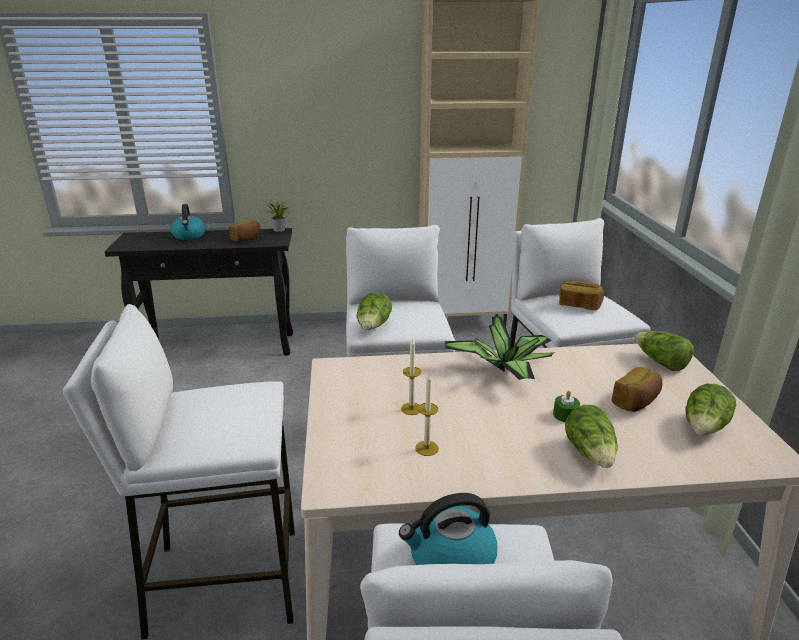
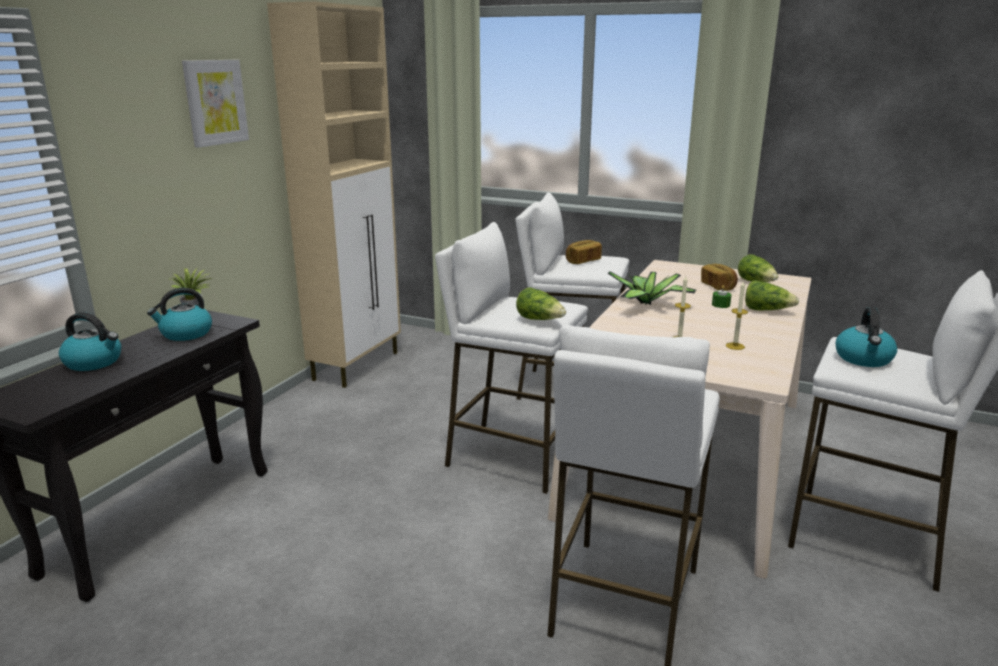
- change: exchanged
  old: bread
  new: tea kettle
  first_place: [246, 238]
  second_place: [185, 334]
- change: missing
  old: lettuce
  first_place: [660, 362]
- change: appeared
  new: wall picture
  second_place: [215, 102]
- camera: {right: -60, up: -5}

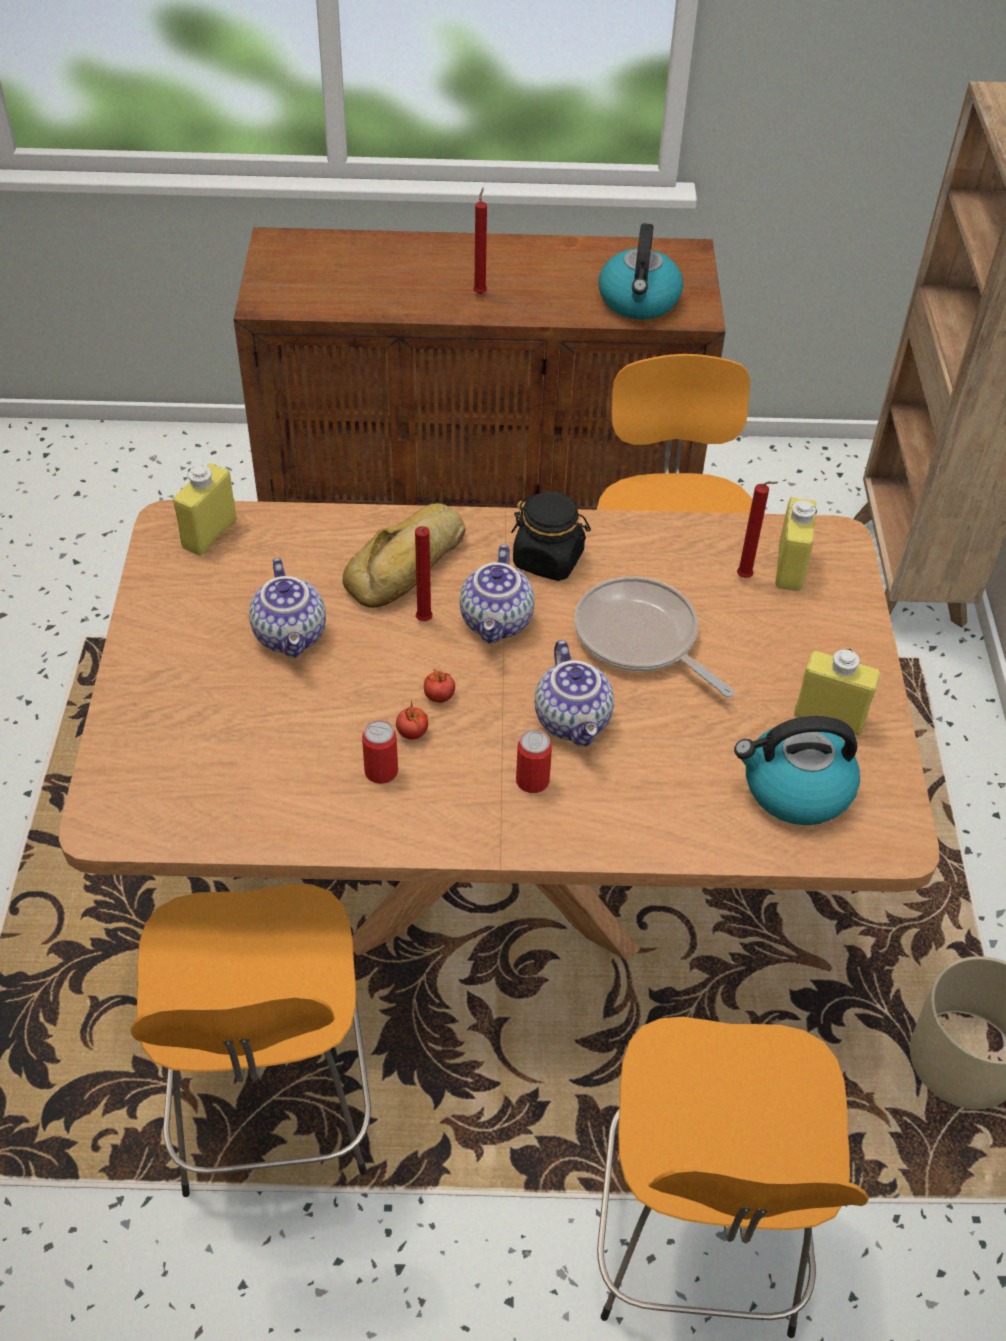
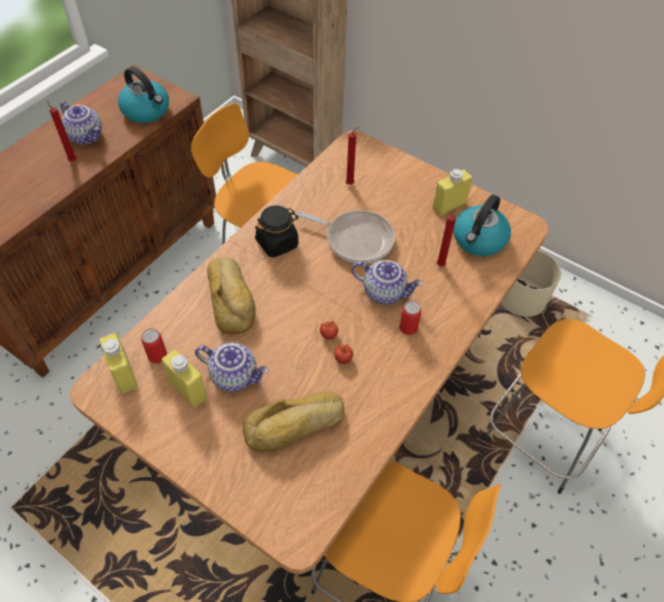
- change: relocated
  old: metal can
  first_place: [381, 771]
  second_place: [157, 355]
- change: relocated
  old: wax candle (red-coloured)
  first_place: [423, 622]
  second_place: [442, 266]
- change: relocated
  old: teapot
  first_place: [498, 622]
  second_place: [87, 136]
- change: spun
  old: skillet
  first_place: [640, 638]
  second_place: [355, 239]
  degrees: -150
- change: relocated
  old: drink bottle (yellowish)
  first_place: [790, 568]
  second_place: [188, 390]
- change: appeared
  new: bread
  second_place: [295, 426]
- camera: {right: -55, up: 5}

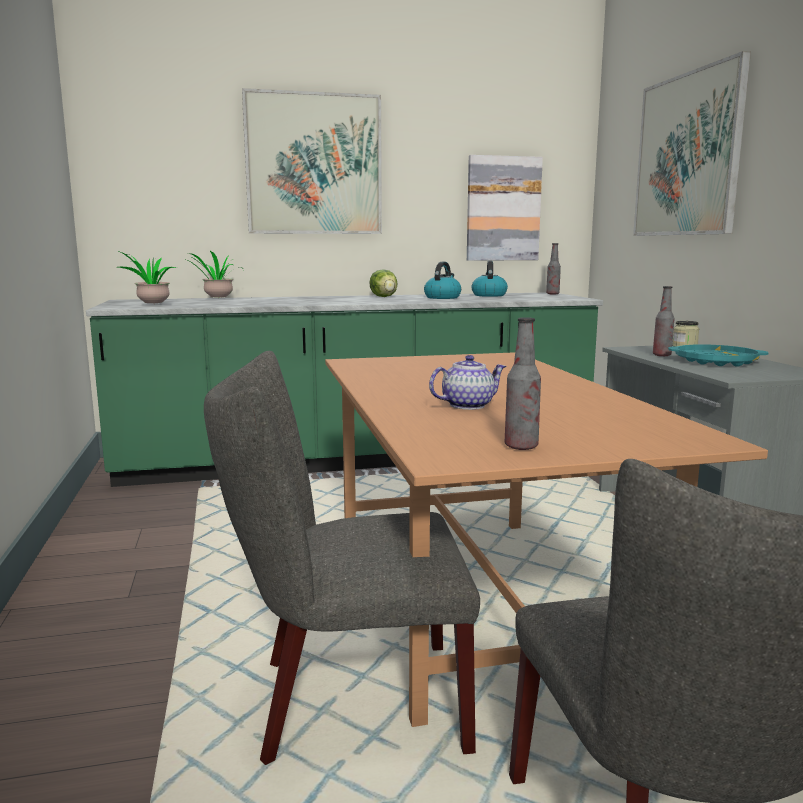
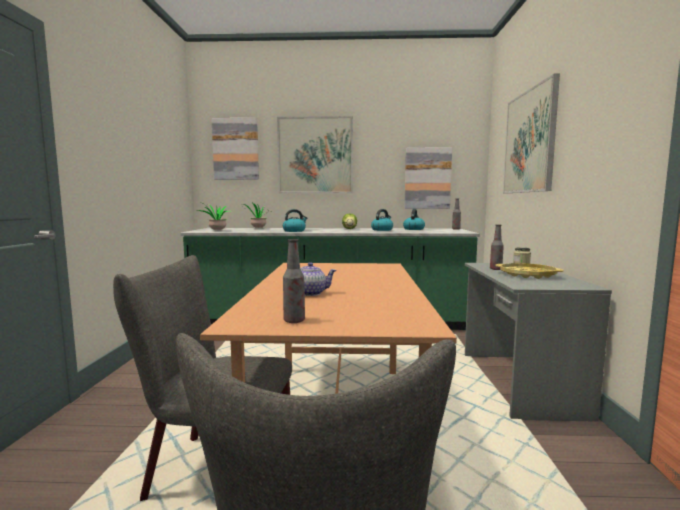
- change: colour
  old: tray (turquoise-coloured)
  new: tray (yellowish)
  first_place: [715, 361]
  second_place: [527, 275]
- change: appeared
  new: wall picture
  second_place: [235, 149]
- change: appeared
  new: tea kettle
  second_place: [294, 231]
- camera: {right: 15, up: -5}

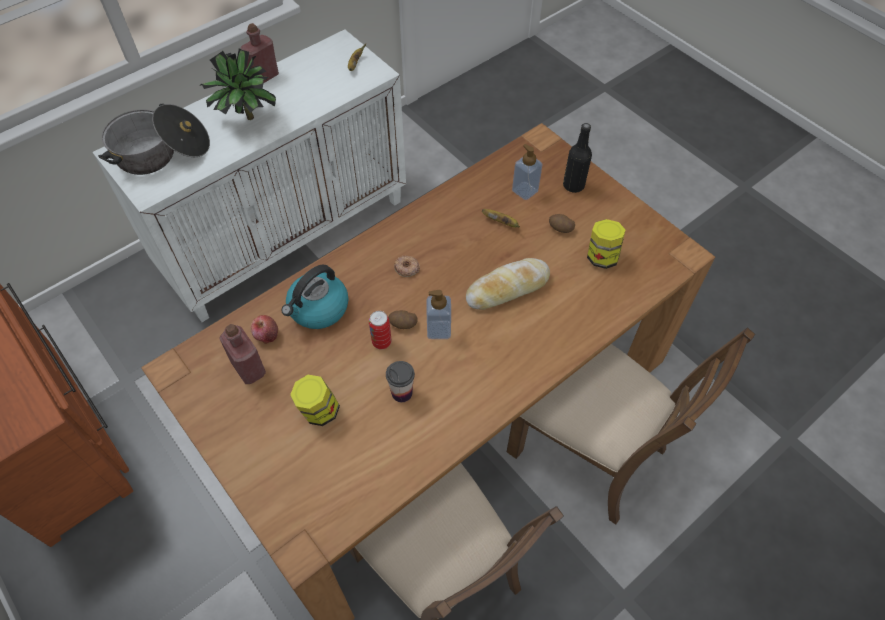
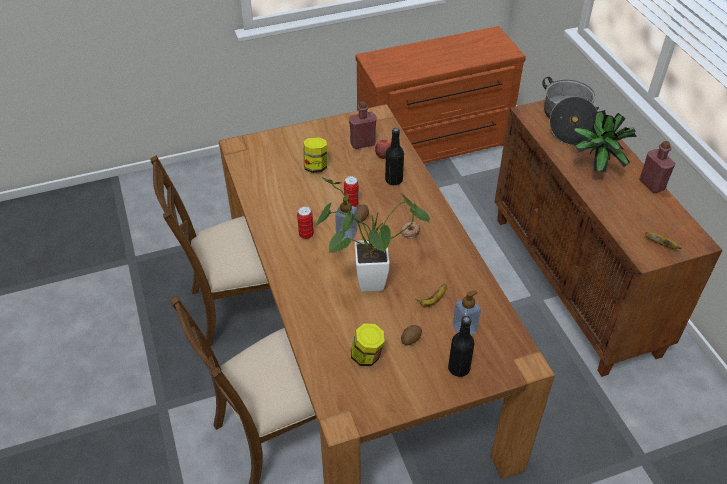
- change: colour
  old: cupboard (white)
  new: cupboard (brownish)
  first_place: [287, 235]
  second_place: [575, 284]
- change: exchanged
  old: tea kettle
  new: drink bottle (blackish)
  first_place: [318, 309]
  second_place: [394, 180]
- change: missing
  old: cup
  first_place: [402, 393]
- change: exchanged
  old: bread
  new: houseplant
  first_place: [507, 288]
  second_place: [364, 283]
- change: appeared
  new: metal can
  second_place: [306, 235]
- camera: {right: 110, up: -10}

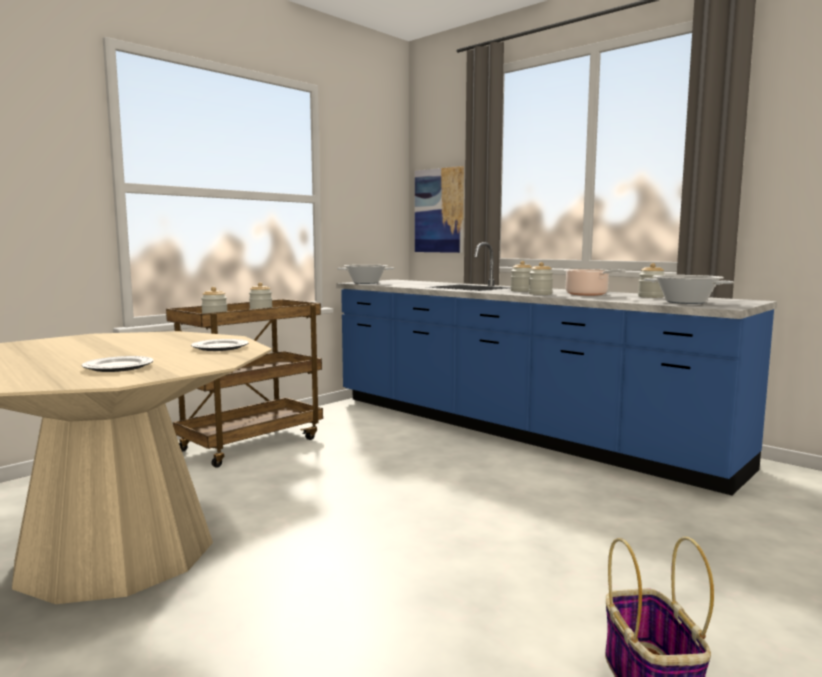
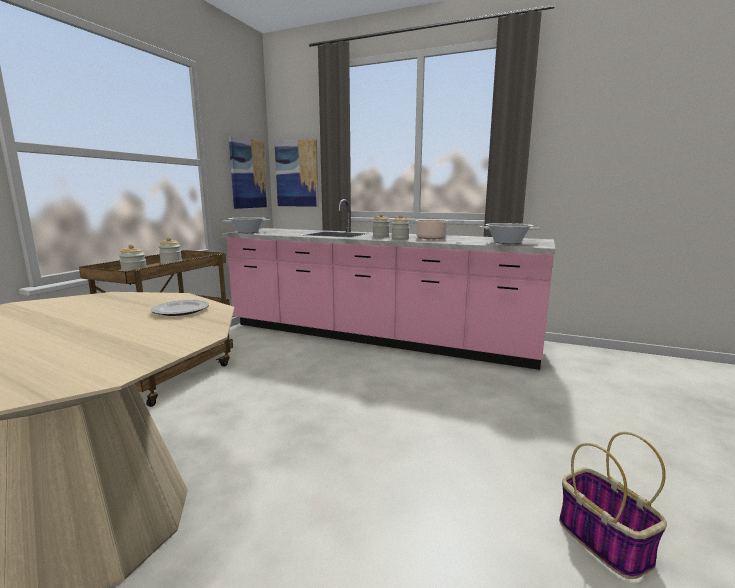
- change: missing
  old: plate
  first_place: [117, 367]
- change: colour
  old: kitchen base unit (blue)
  new: kitchen base unit (pink)
  first_place: [513, 430]
  second_place: [375, 337]
- change: missing
  old: preserve jar
  first_place: [650, 297]
- change: appeared
  new: wall picture
  second_place: [248, 174]
- camera: {right: -20, up: 5}

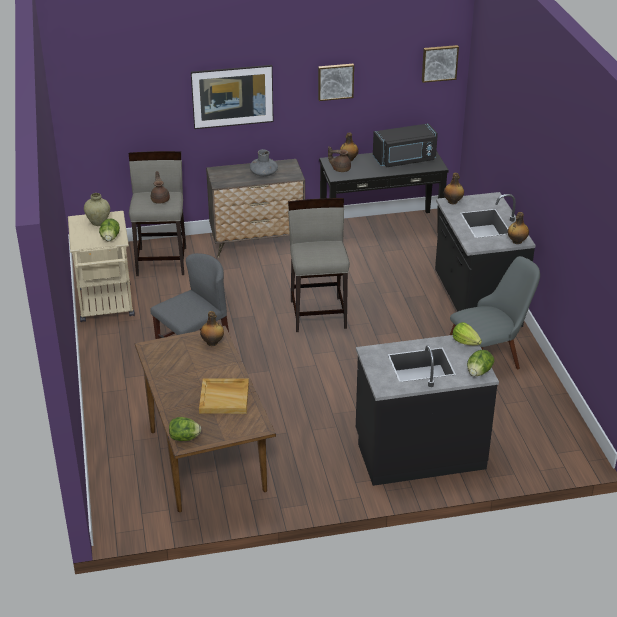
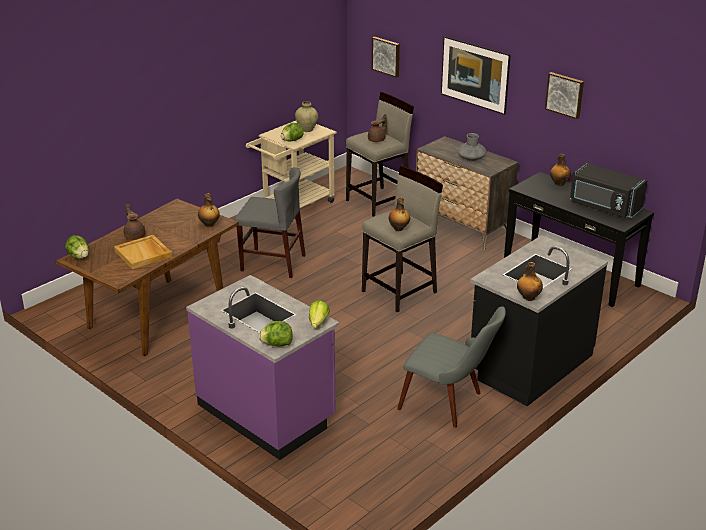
- change: relocated
  old: teapot (brownish)
  first_place: [340, 169]
  second_place: [135, 235]
- change: colour
  old: kitchen base unit (blackish)
  new: kitchen base unit (purplish)
  first_place: [419, 451]
  second_place: [267, 412]
- change: relocated
  old: wall picture
  first_place: [439, 63]
  second_place: [386, 56]
- change: relocated
  old: drink bottle
  first_place: [453, 202]
  second_place: [398, 229]
- camera: {right: 55, up: -5}

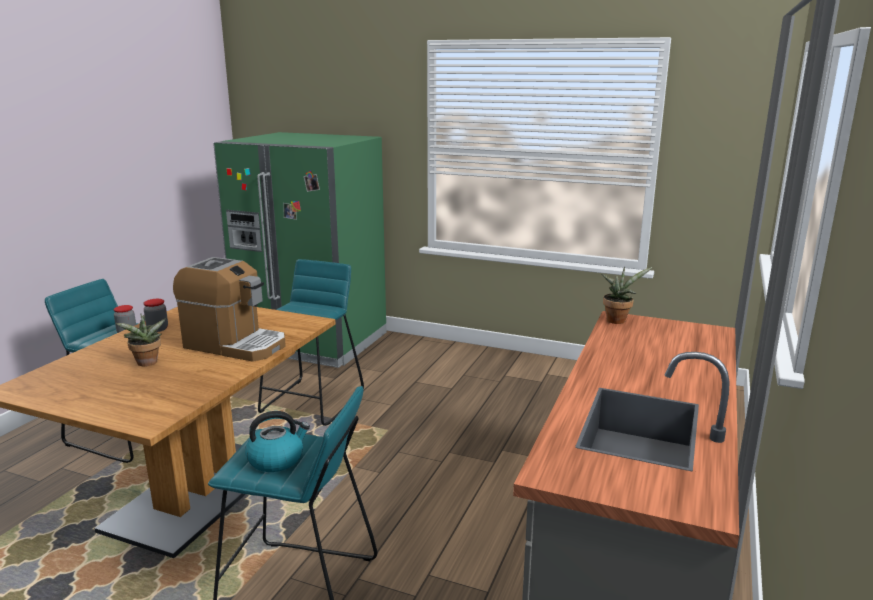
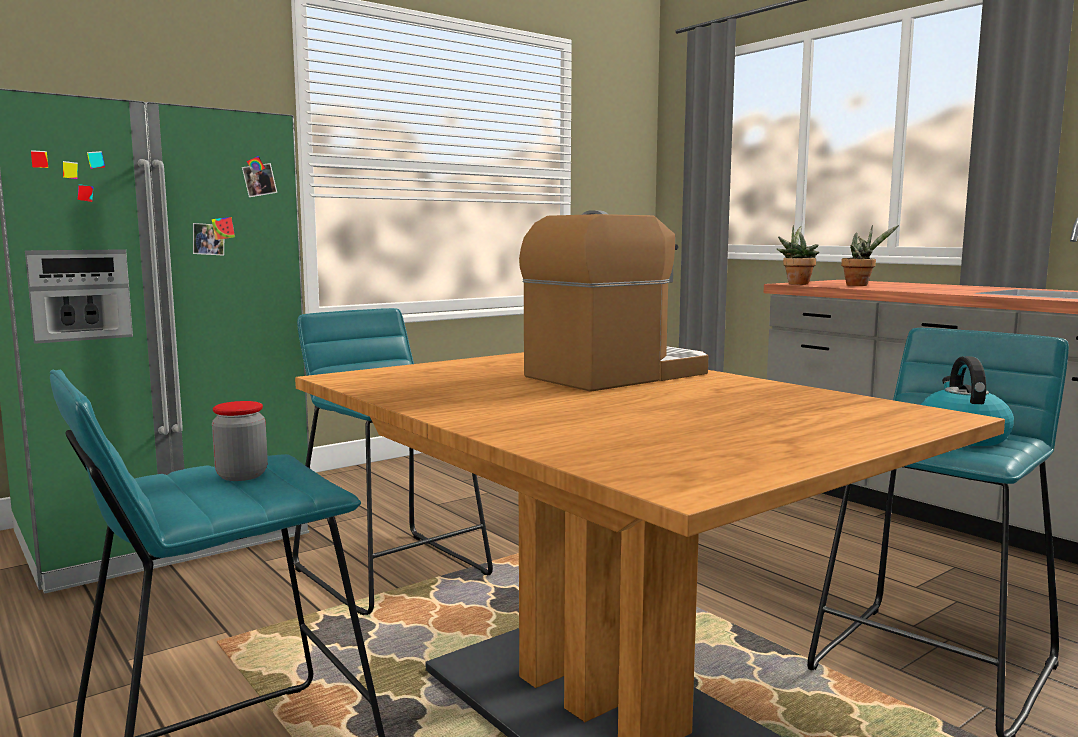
- change: relocated
  old: houseplant
  first_place: [147, 364]
  second_place: [860, 285]
- change: missing
  old: preserve jar
  first_place: [157, 329]
- camera: {right: -60, up: -10}

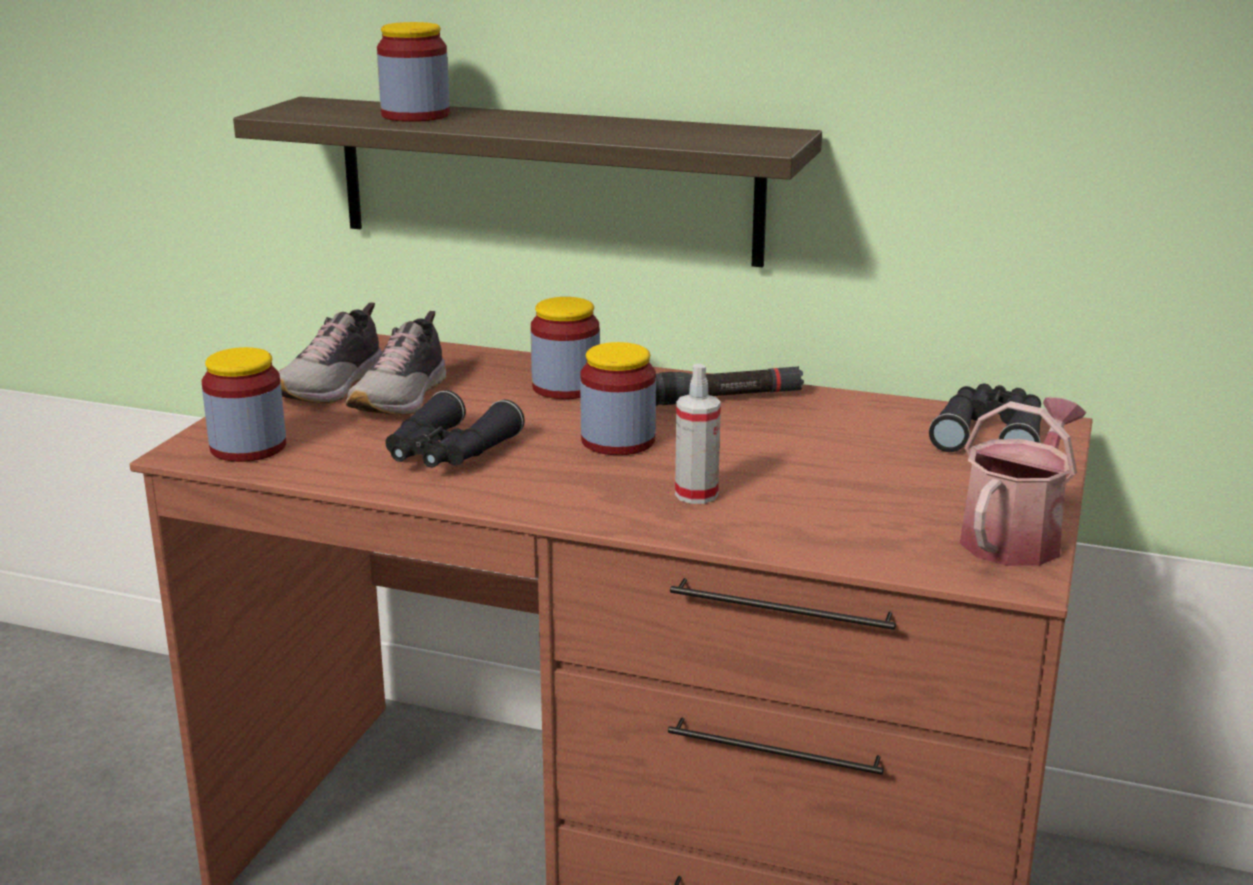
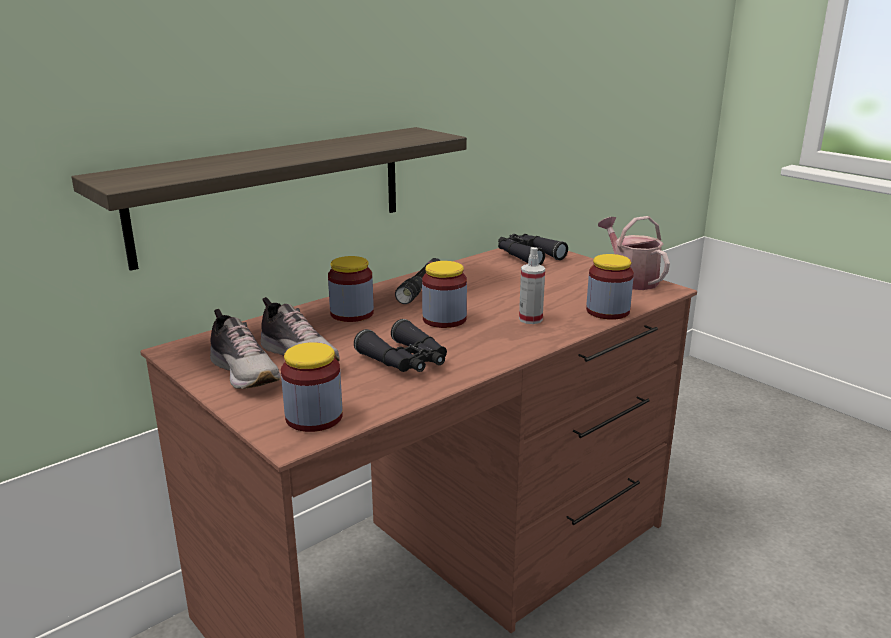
- change: relocated
  old: preserve jar
  first_place: [415, 115]
  second_place: [607, 311]
- camera: {right: -60, up: 0}

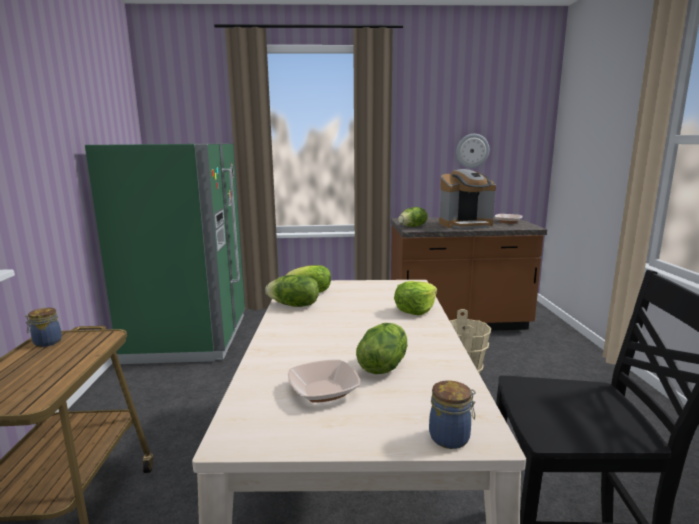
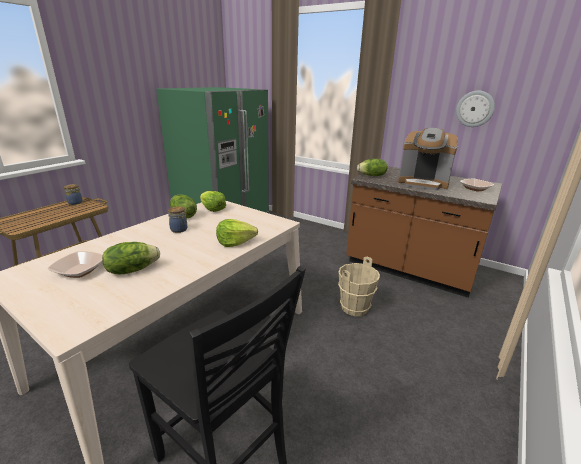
- change: relocated
  old: preserve jar
  first_place: [451, 437]
  second_place: [179, 230]
- camera: {right: 35, up: 10}

